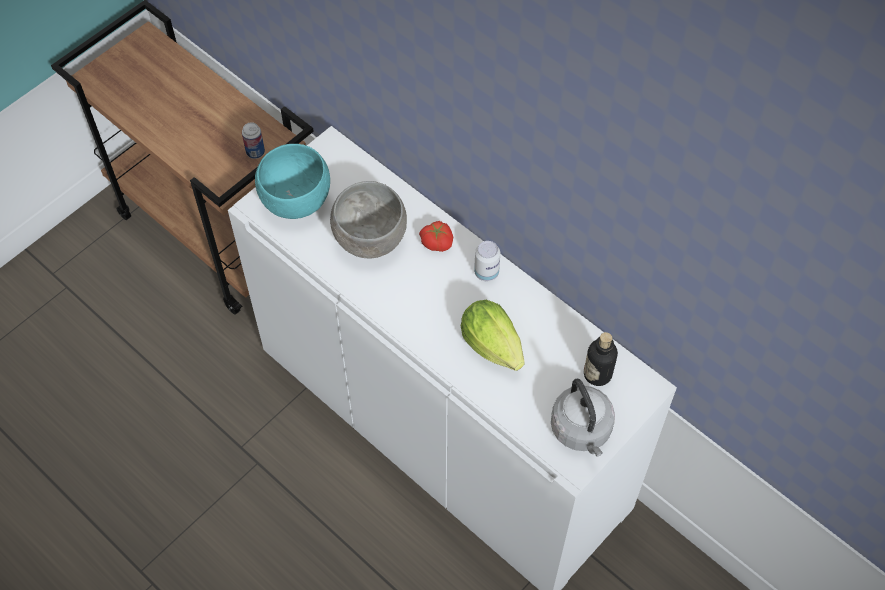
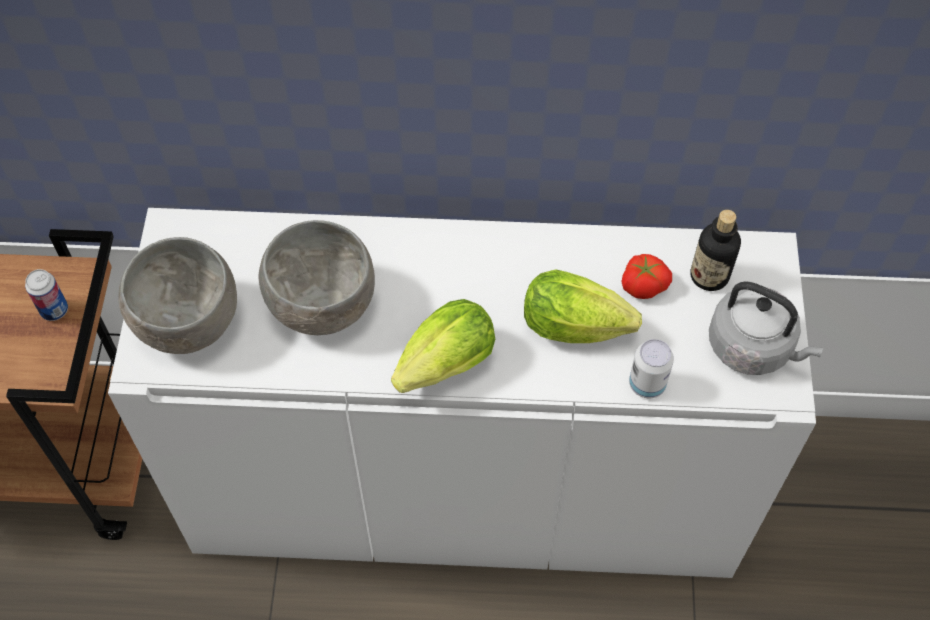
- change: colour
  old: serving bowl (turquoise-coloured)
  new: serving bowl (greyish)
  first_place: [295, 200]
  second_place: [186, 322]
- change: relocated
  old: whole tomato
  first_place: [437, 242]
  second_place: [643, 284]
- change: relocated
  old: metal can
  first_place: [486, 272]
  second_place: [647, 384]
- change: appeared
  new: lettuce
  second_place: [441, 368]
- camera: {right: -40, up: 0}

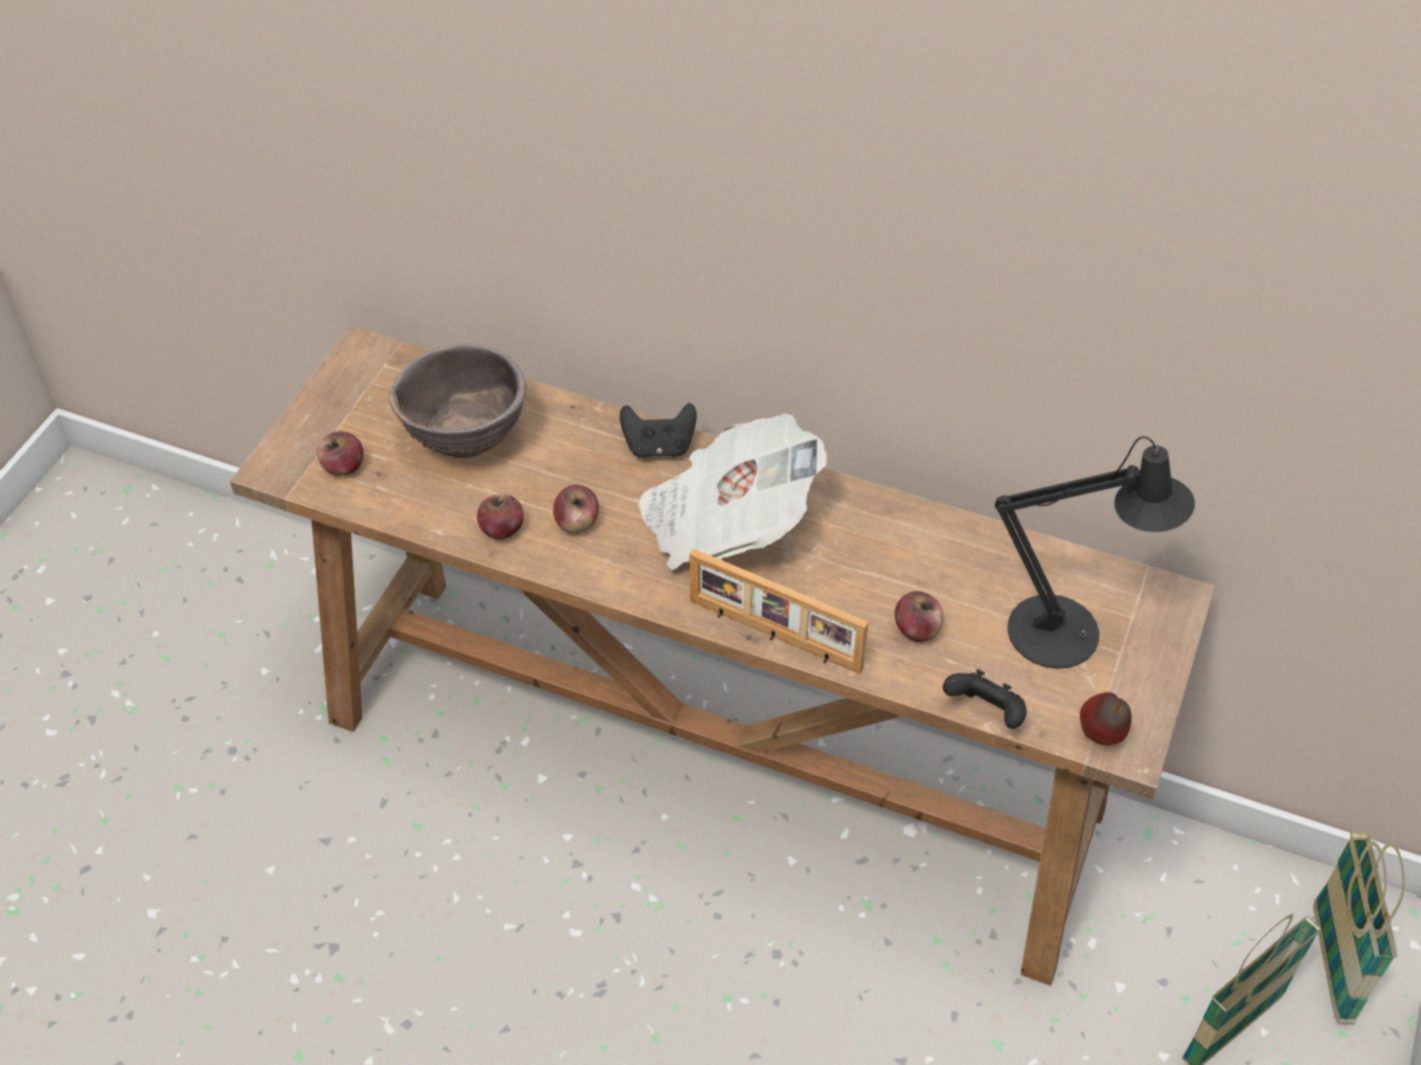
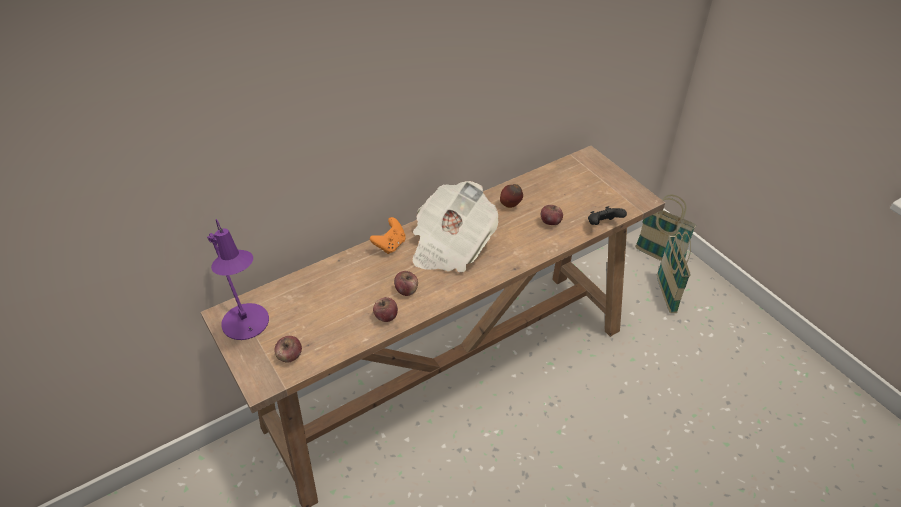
- change: missing
  old: serving bowl (brownish)
  first_place: [466, 440]
- change: colour
  old: gamepad (blackish)
  new: gamepad (orange)
  first_place: [659, 447]
  second_place: [390, 245]
- change: missing
  old: photo frame
  first_place: [773, 636]
- change: missing
  old: lamp for a table (blackish)
  first_place: [1067, 635]
- change: relocated
  old: whole apple
  first_place: [1101, 736]
  second_place: [510, 205]
- change: appeared
  new: lamp for a table (purplish)
  second_place: [248, 326]
- camera: {right: -55, up: -5}

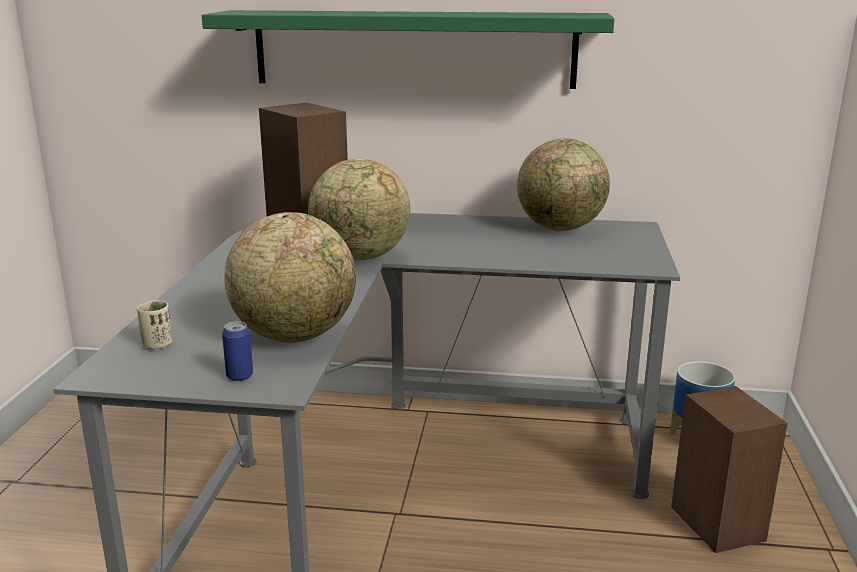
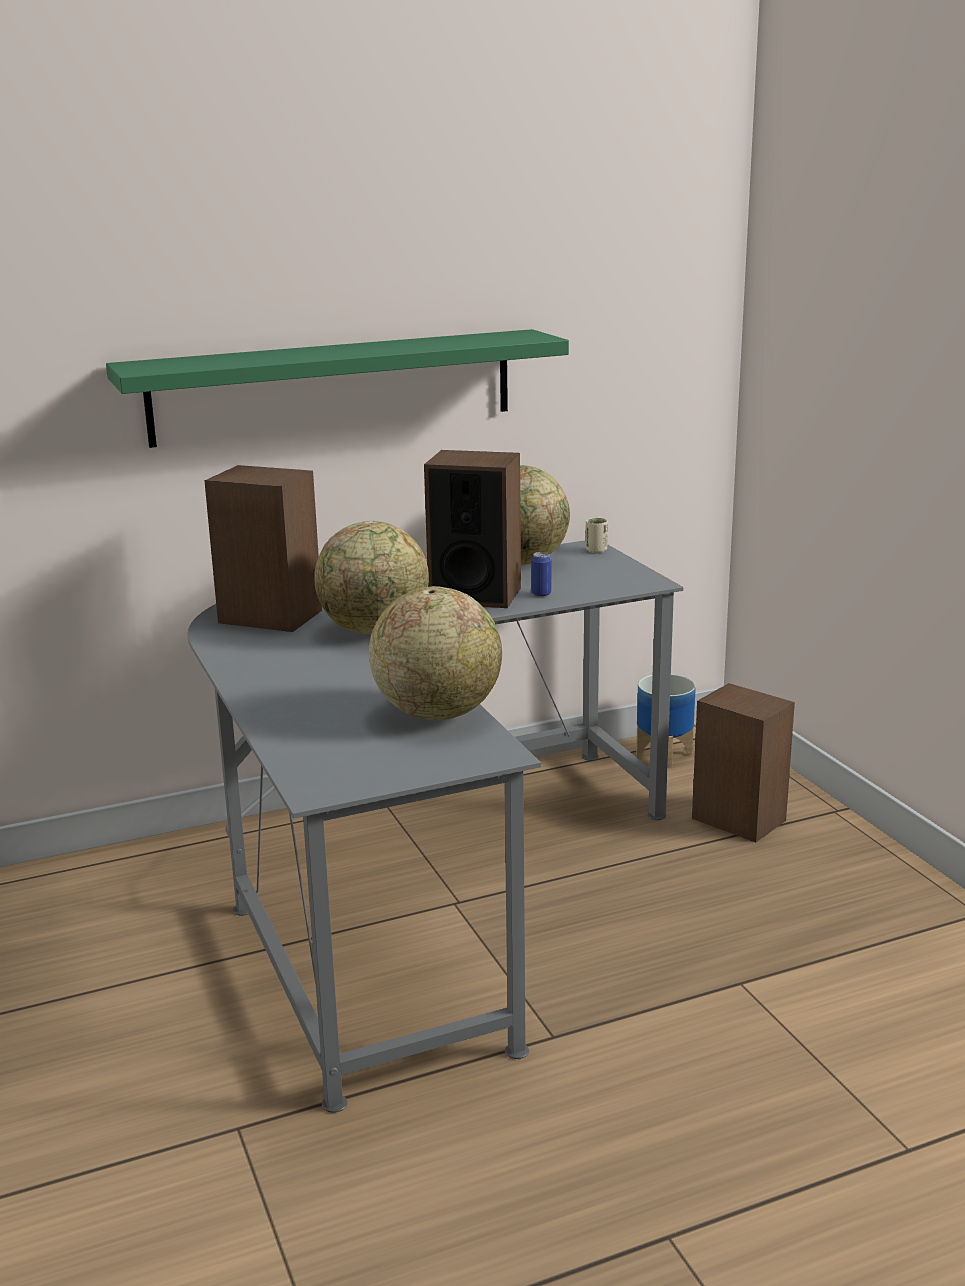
- change: relocated
  old: cup (beige-coloured)
  first_place: [157, 345]
  second_place: [596, 550]
- change: relocated
  old: metal can
  first_place: [239, 376]
  second_place: [541, 594]
- change: appeared
  new: speaker
  second_place: [475, 595]
- camera: {right: -30, up: 0}

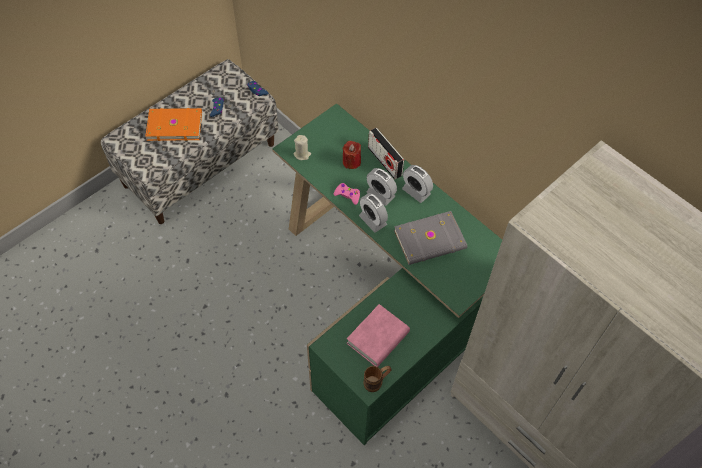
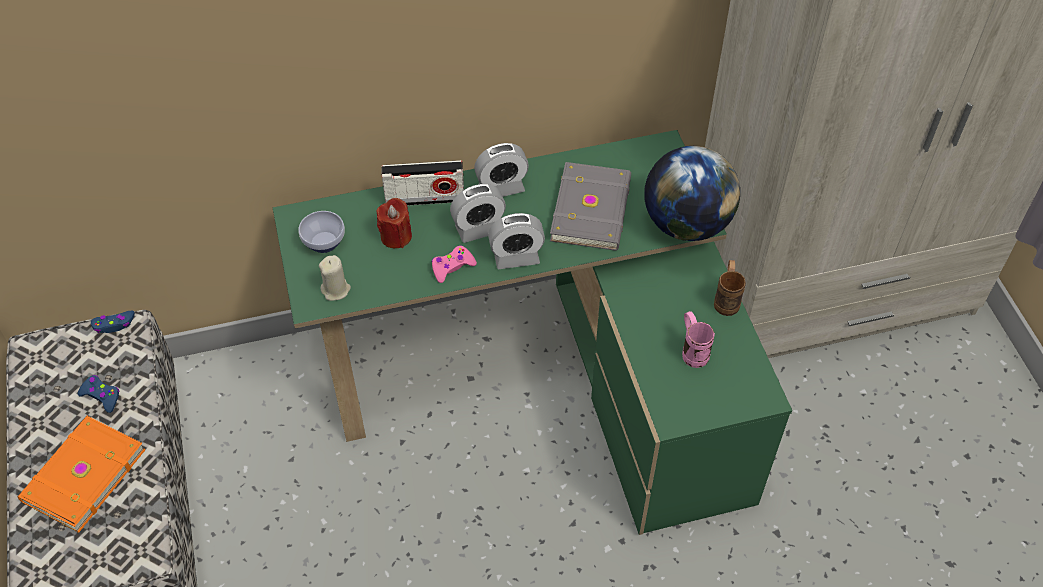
- change: exchanged
  old: volume (pink)
  new: coffee mug (pink)
  first_place: [378, 338]
  second_place: [692, 351]
- change: relocated
  old: coffee mug (brownish)
  first_place: [376, 382]
  second_place: [726, 299]
- change: appeared
  new: serving bowl
  second_place: [323, 242]
- change: appeared
  new: world globe
  second_place: [686, 224]
- camera: {right: -60, up: -5}

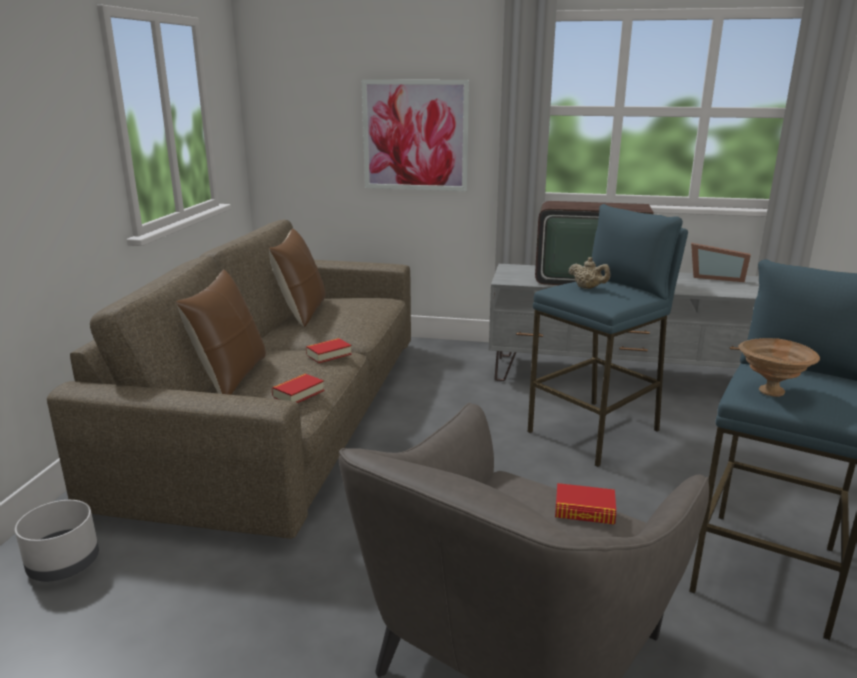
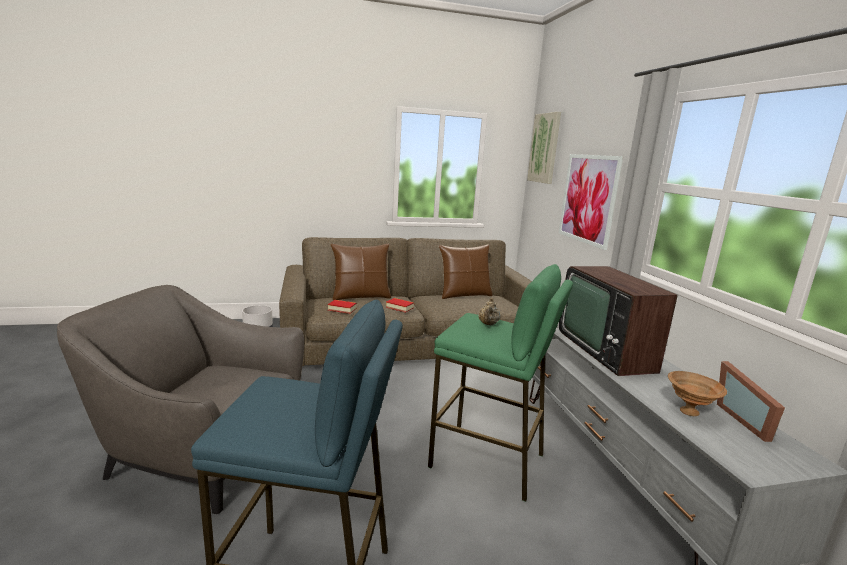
- change: colour
  old: stool (blue)
  new: stool (green-coloured)
  first_place: [595, 431]
  second_place: [488, 460]
- change: missing
  old: volume
  first_place: [584, 510]
- change: relocated
  old: serving bowl (brownish)
  first_place: [769, 391]
  second_place: [688, 411]
- change: appeared
  new: wall picture
  second_place: [544, 148]
- camera: {right: 65, up: -5}

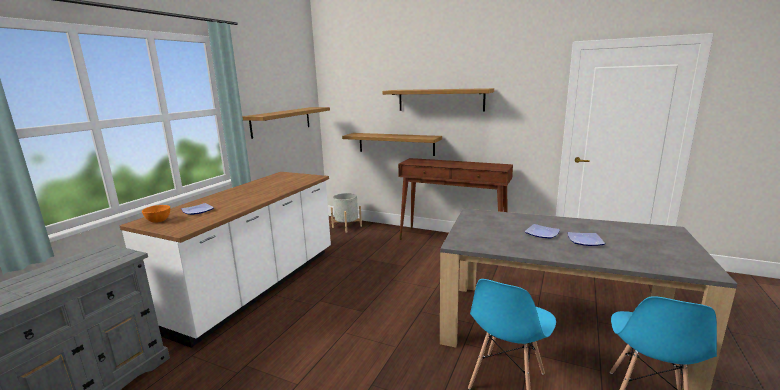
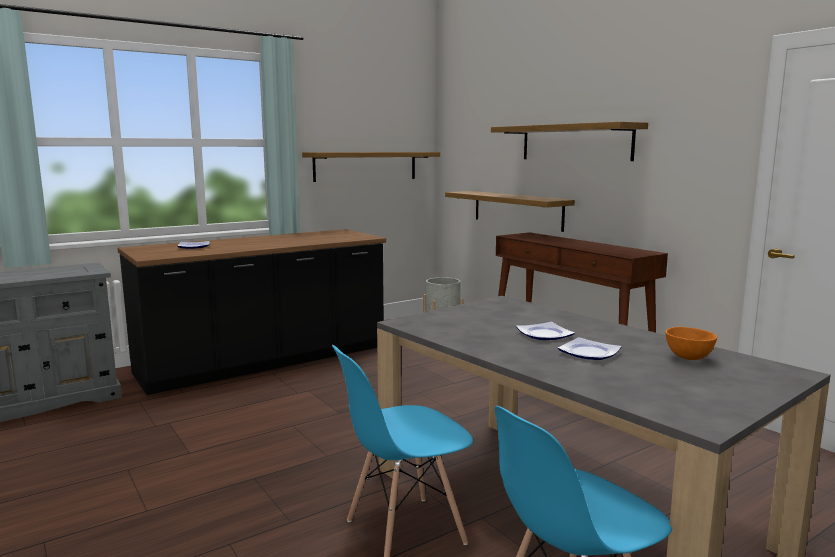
- change: colour
  old: kitchen base unit (white)
  new: kitchen base unit (blackish)
  first_place: [256, 286]
  second_place: [265, 361]
- change: relocated
  old: serving bowl (orange)
  first_place: [158, 221]
  second_place: [688, 357]
- camera: {right: 30, up: -5}

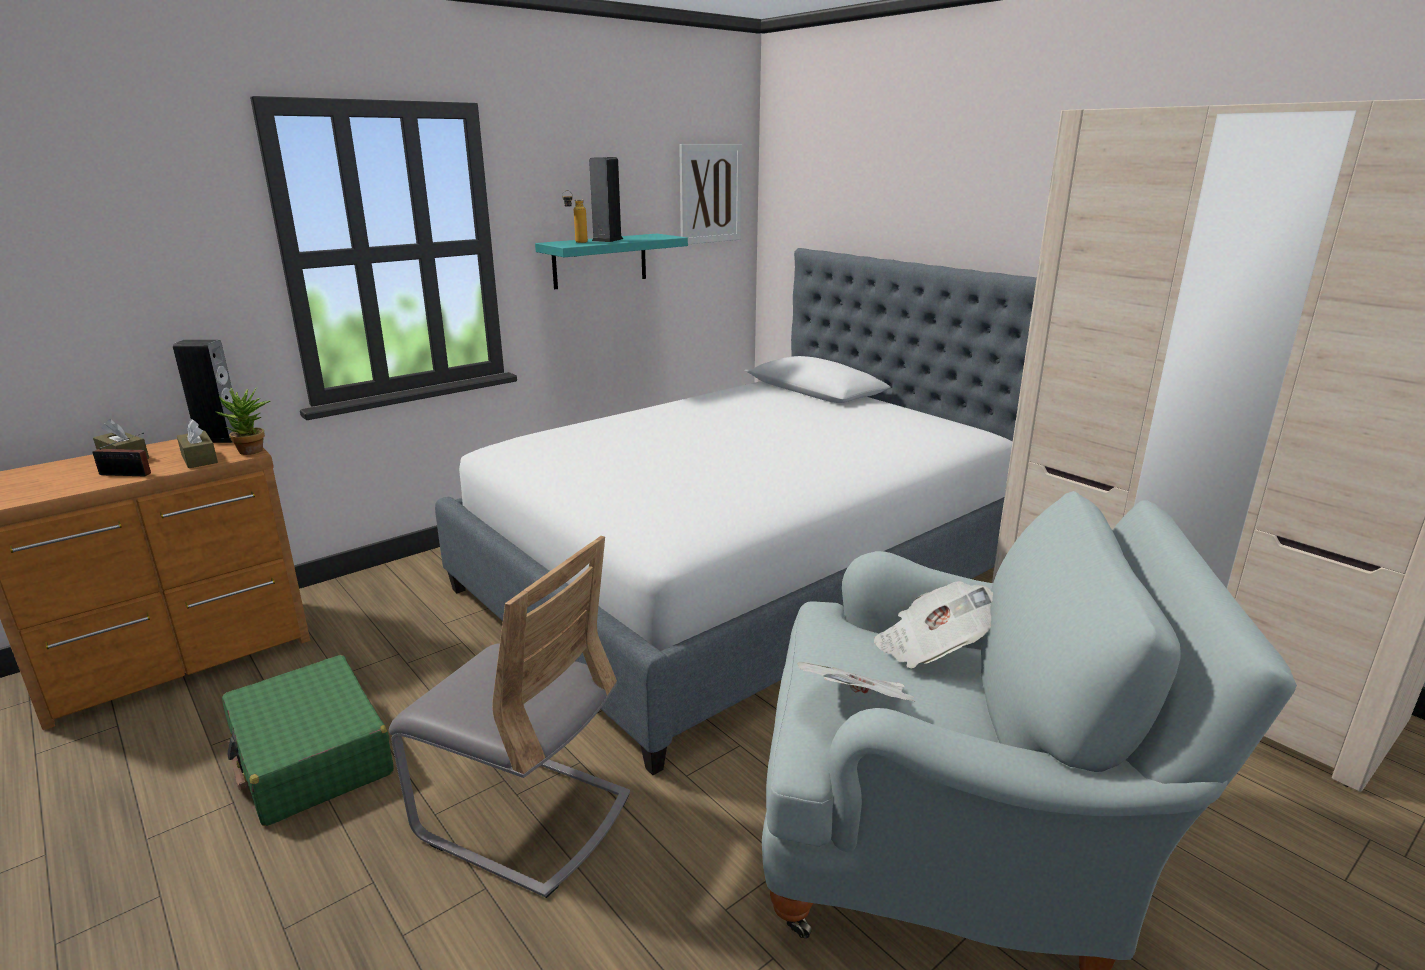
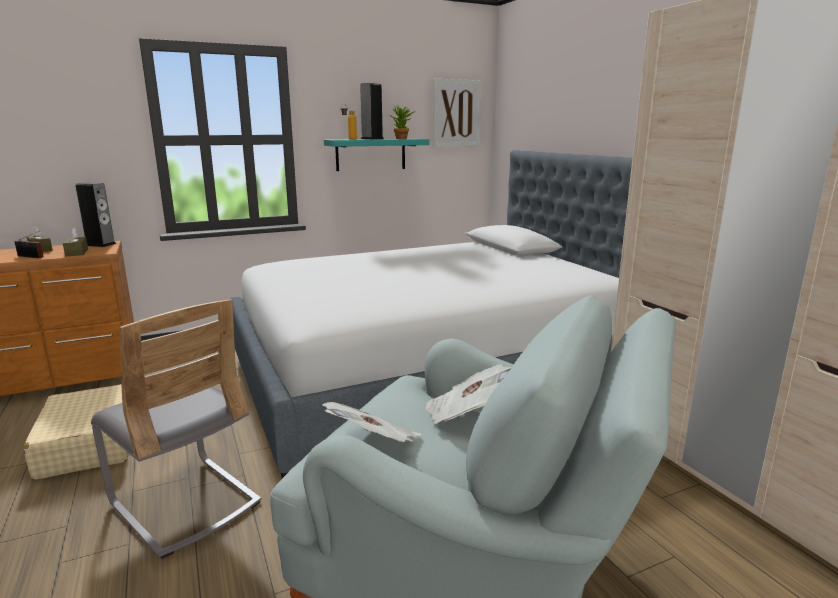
- change: relocated
  old: houseplant
  first_place: [252, 452]
  second_place: [402, 139]
- change: colour
  old: suitcase (green-coloured)
  new: suitcase (beige-coloured)
  first_place: [311, 756]
  second_place: [89, 444]
- camera: {right: 15, up: -5}

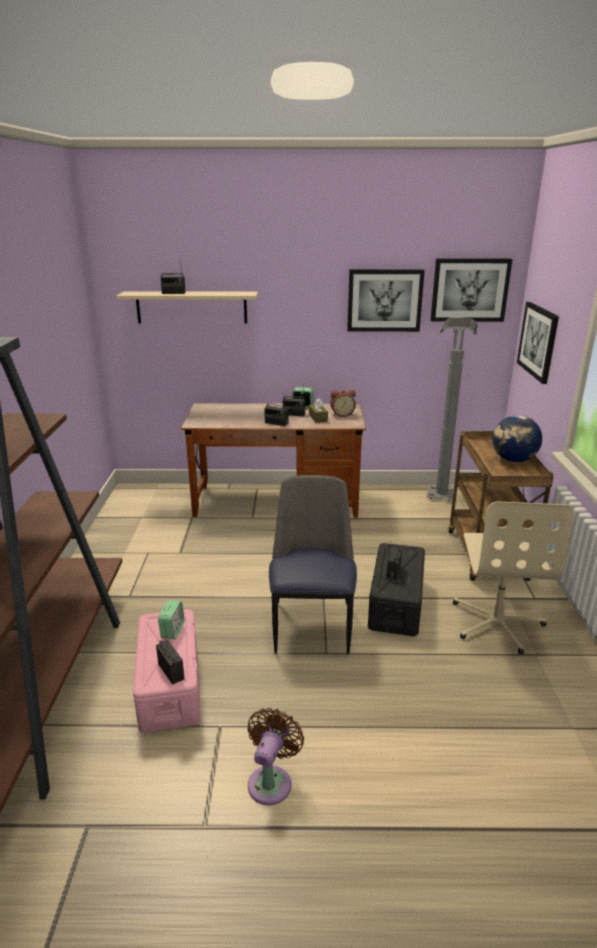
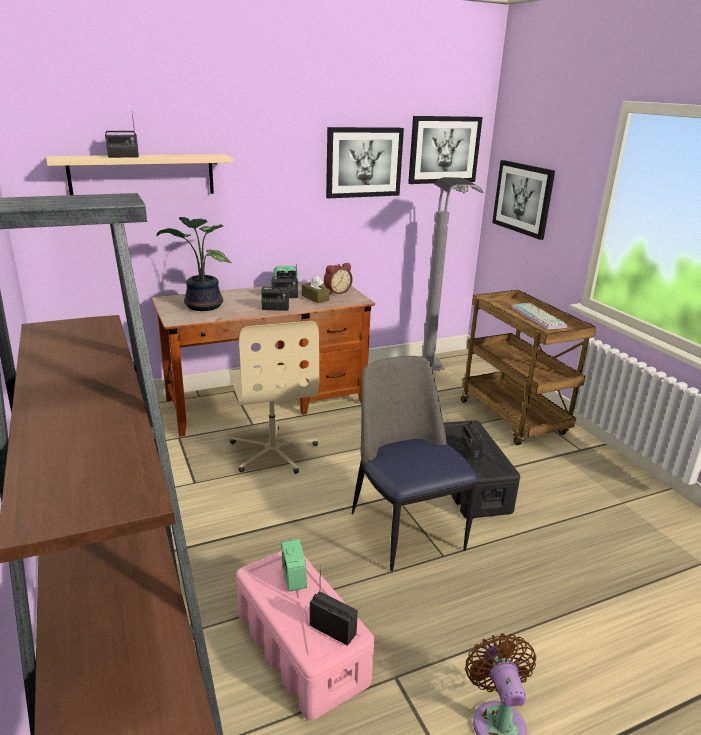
- change: relocated
  old: desk chair (beige-coloured)
  first_place: [496, 622]
  second_place: [273, 451]
- change: exchanged
  old: world globe
  new: keyboard
  first_place: [513, 460]
  second_place: [539, 317]
- change: appeared
  new: houseplant
  second_place: [201, 306]
- camera: {right: -25, up: 0}

